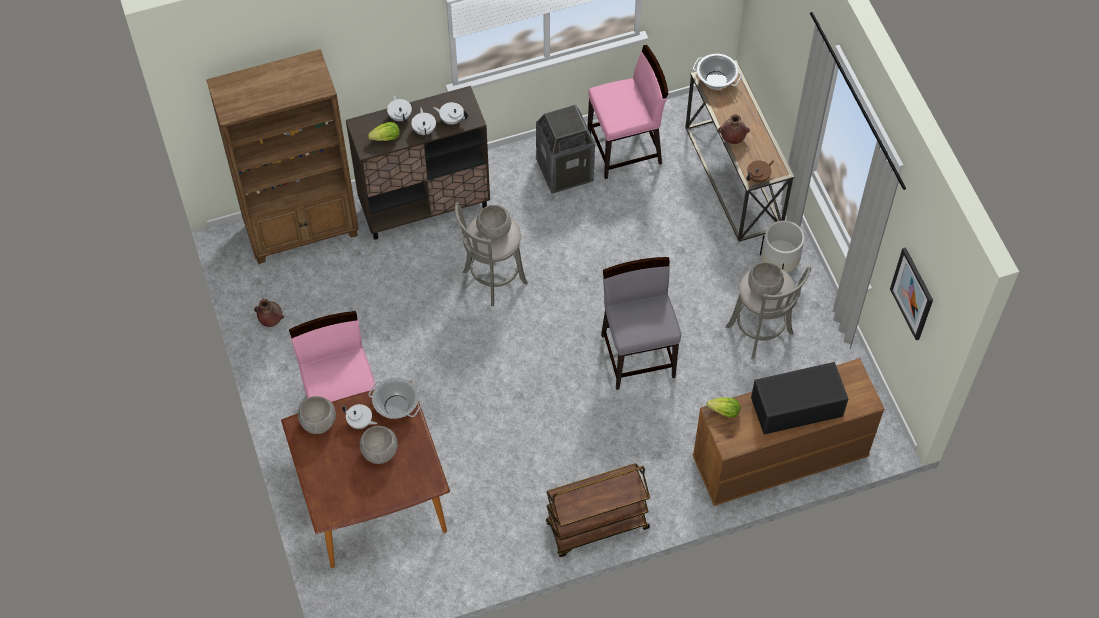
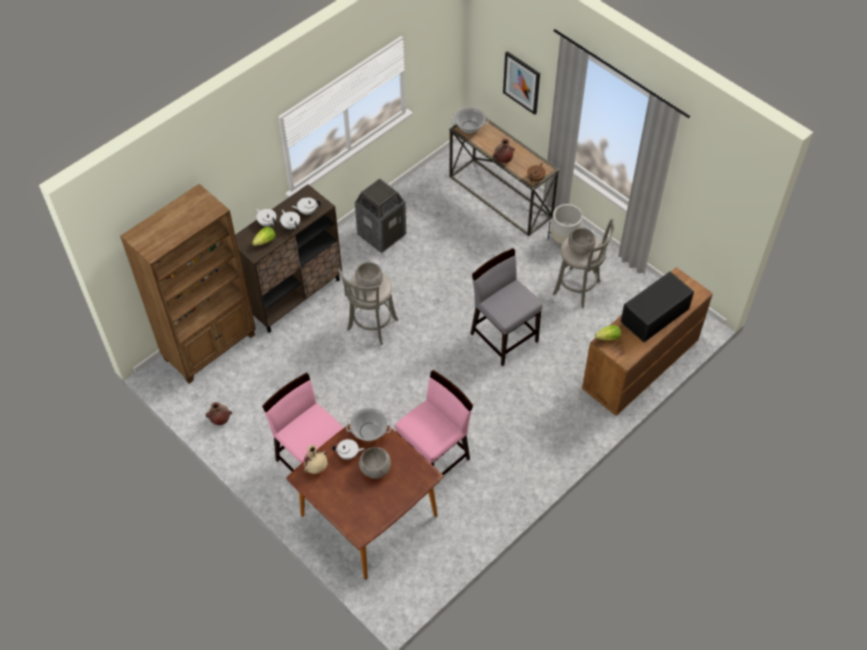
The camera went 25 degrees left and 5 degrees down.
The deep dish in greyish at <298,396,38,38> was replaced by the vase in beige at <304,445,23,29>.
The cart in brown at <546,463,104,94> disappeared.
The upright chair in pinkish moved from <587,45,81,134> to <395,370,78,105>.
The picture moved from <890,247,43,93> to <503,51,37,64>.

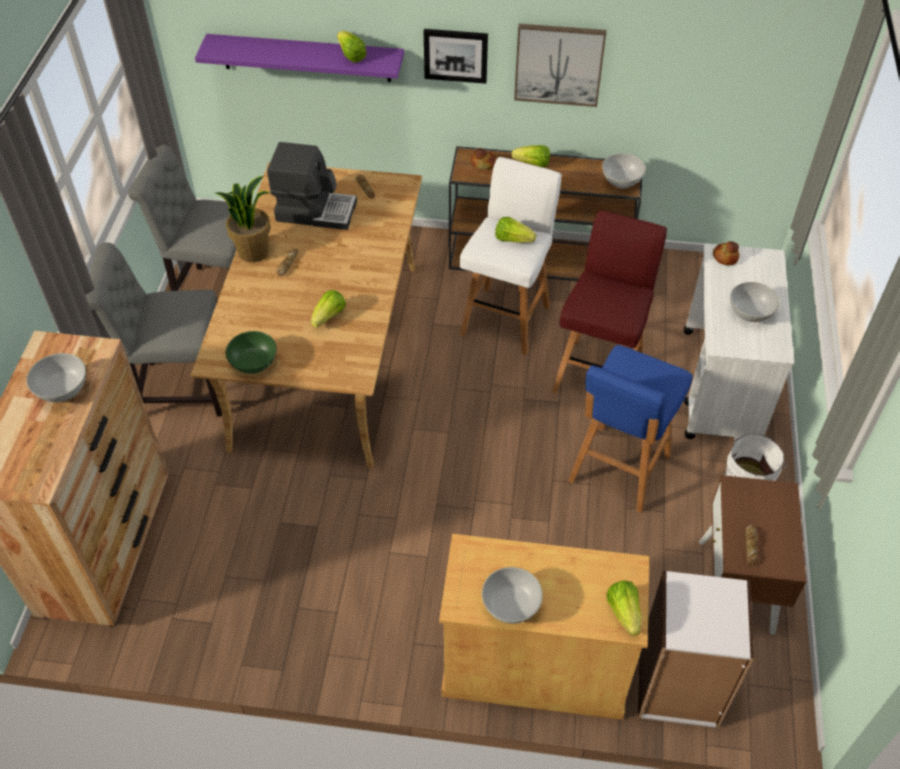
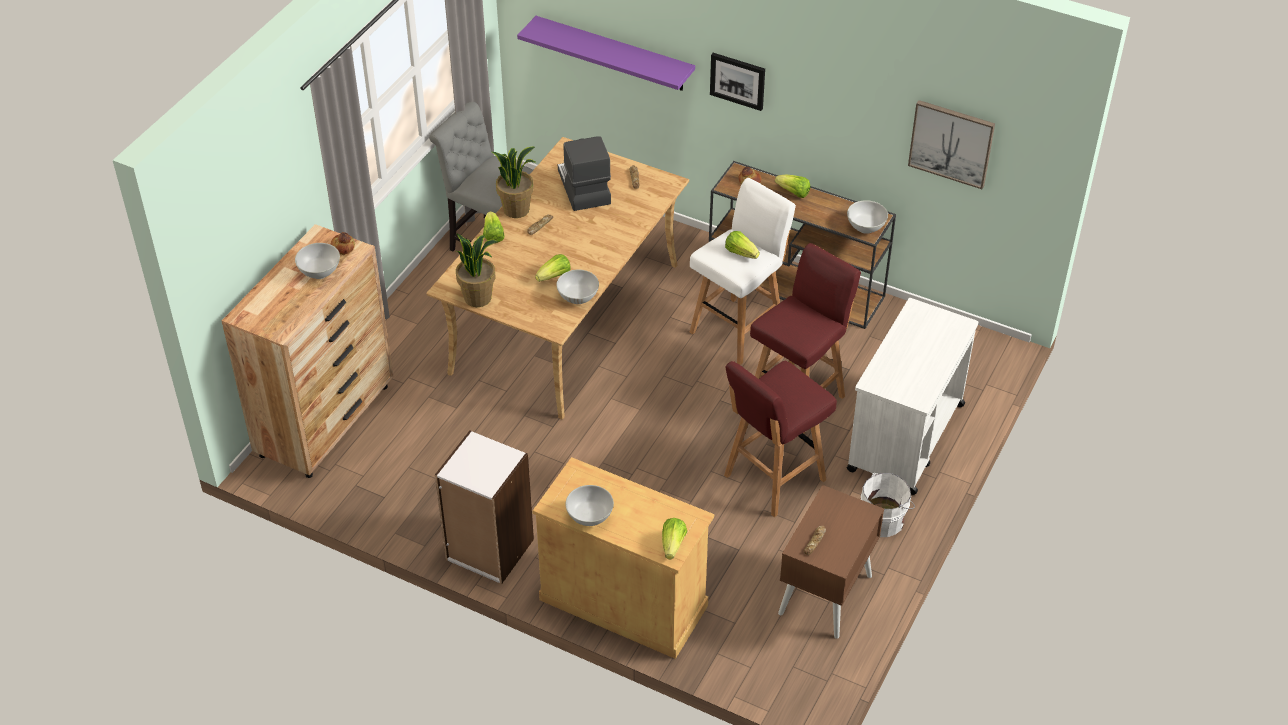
The camera went 20 degrees right and 5 degrees down.
The upright chair in greyish at <86,242,136,174> disappeared.
The deep dish in green-coloured at <226,331,51,43> was replaced by the plant in a pot at <455,233,43,74>.
The coffee machine at <267,142,90,88> turned 135 degrees counterclockwise.
The head of lettuce moved from <337,31,30,32> to <483,211,21,32>.
The picture moved from <514,24,92,83> to <908,100,87,89>.
The sitting stool in bluish at <568,345,124,168> became the sitting stool in red at <724,361,113,156>.
The bookshelf in whitish moved from <638,570,116,158> to <435,430,99,154>.
The bakery bread moved from <713,241,26,25> to <331,232,24,23>.
The deep dish in whitish moved from <730,282,50,40> to <556,270,43,34>.

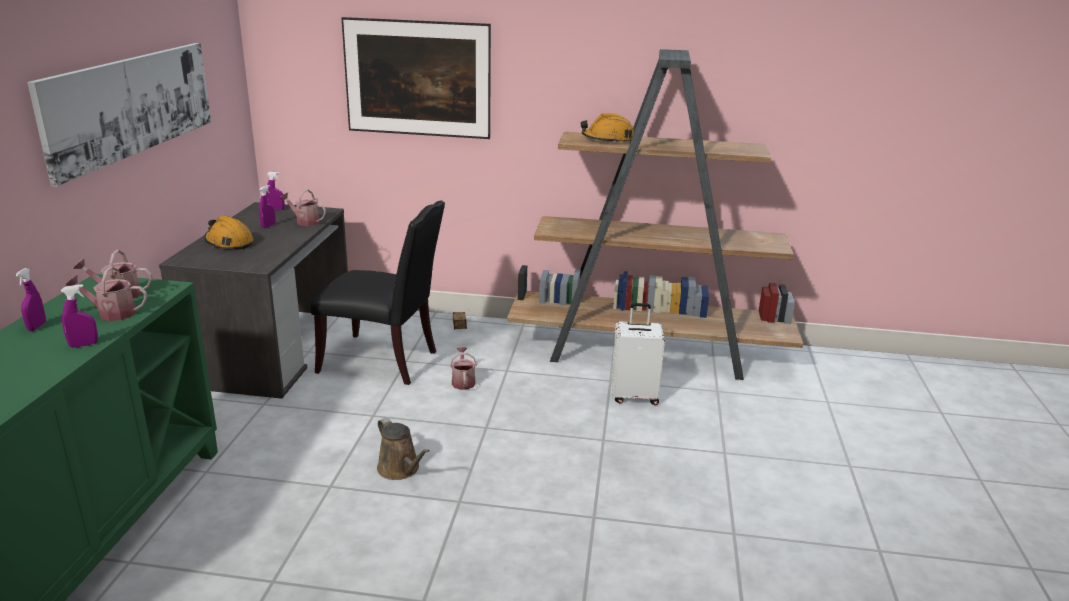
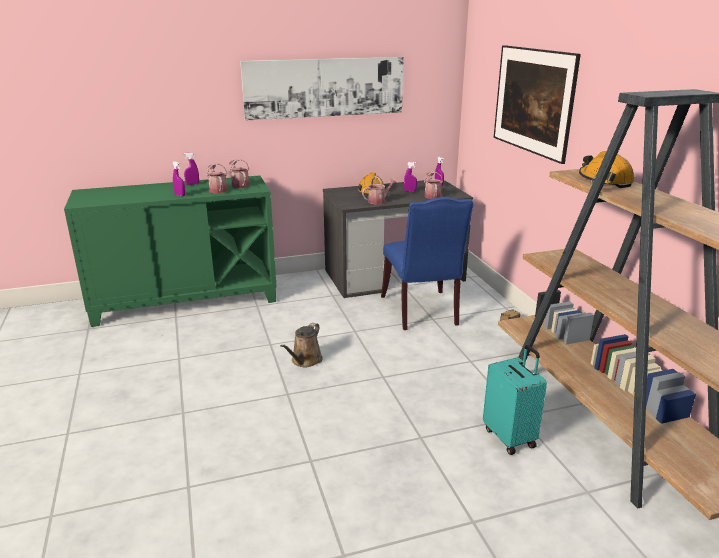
The camera went 65 degrees right and 0 degrees up.
The upright chair in blackish at <311,200,134,185> became the upright chair in bluish at <381,197,92,133>.
The sprinkling can moved from <450,347,27,43> to <362,176,35,28>.
The suitcase in whitish at <611,303,54,102> became the suitcase in turquoise at <483,345,64,110>.

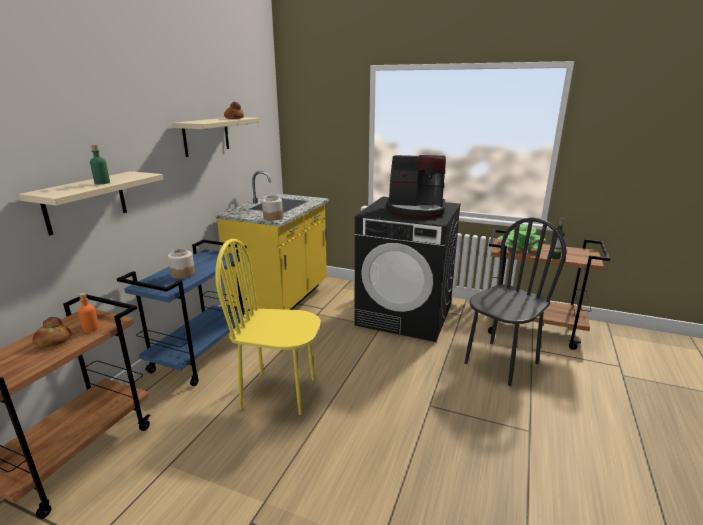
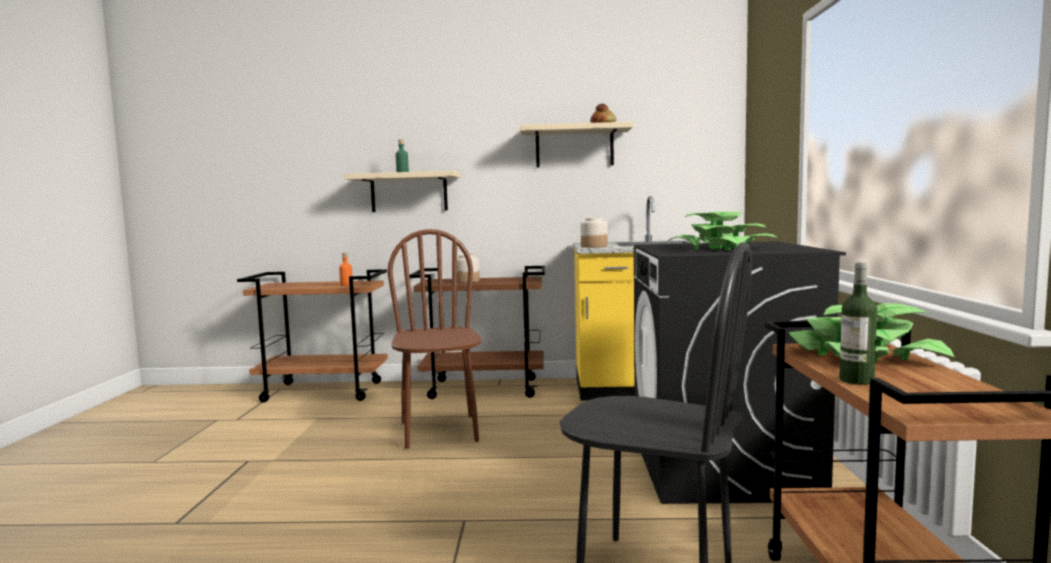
The camera went 70 degrees right and 15 degrees down.
The bakery bread at <32,317,40,30> disappeared.
The cart in bluish at <117,240,130,146> became the cart in brown at <410,266,135,133>.
The upright chair in yellow at <215,239,106,176> became the upright chair in brown at <387,229,95,220>.
The coffee machine at <386,155,60,63> was replaced by the plant in a pot at <667,212,111,38>.

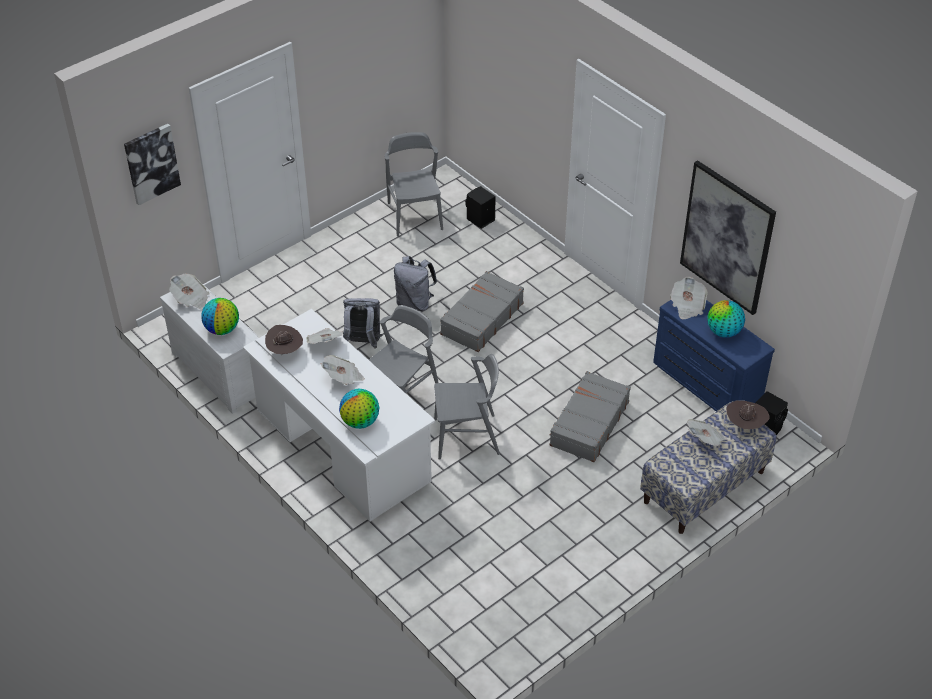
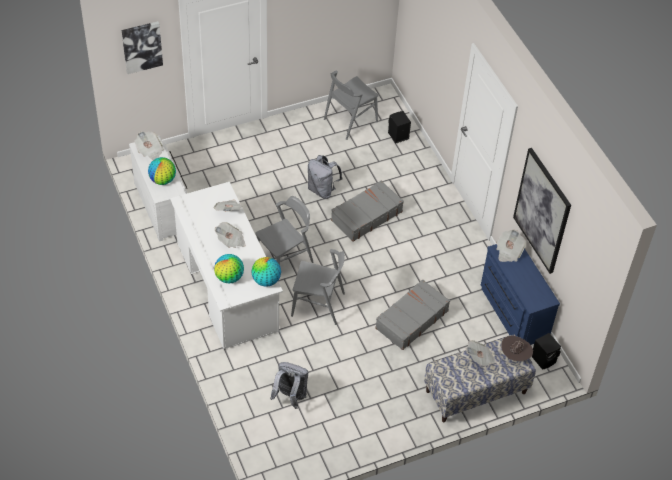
The camera went 15 degrees right and 5 degrees up.
The wearable hat in brown at <265,325,38,30> disappeared.
The knapsack in greyish moved from <343,298,39,51> to <270,362,38,47>.
The upright chair in greyish at <385,132,58,105> turned 135 degrees counterclockwise.
The world globe moved from <707,300,38,38> to <251,257,30,30>.

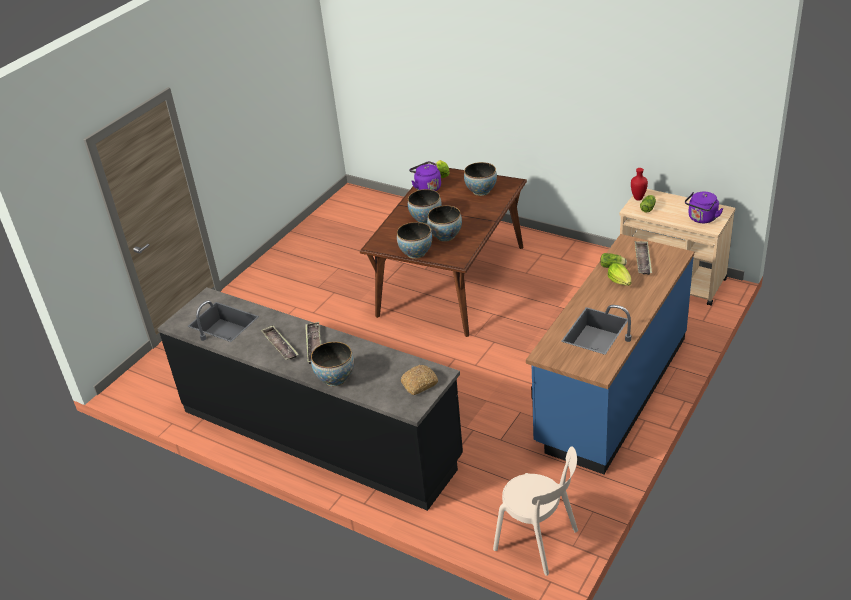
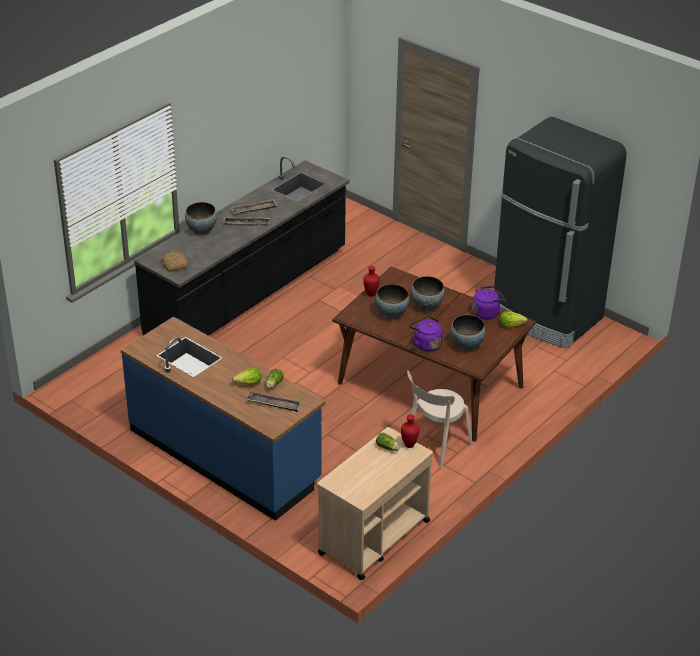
The camera went 95 degrees right and 0 degrees up.
The deep dish at <397,222,35,37> was replaced by the vase in red at <363,266,17,31>.
The upright chair in beige moved from <493,446,85,130> to <407,370,65,98>.
The tea kettle in purplish moved from <685,192,38,31> to <409,316,34,36>.
The refrigerator in blackish at <494,117,132,231> appeared.

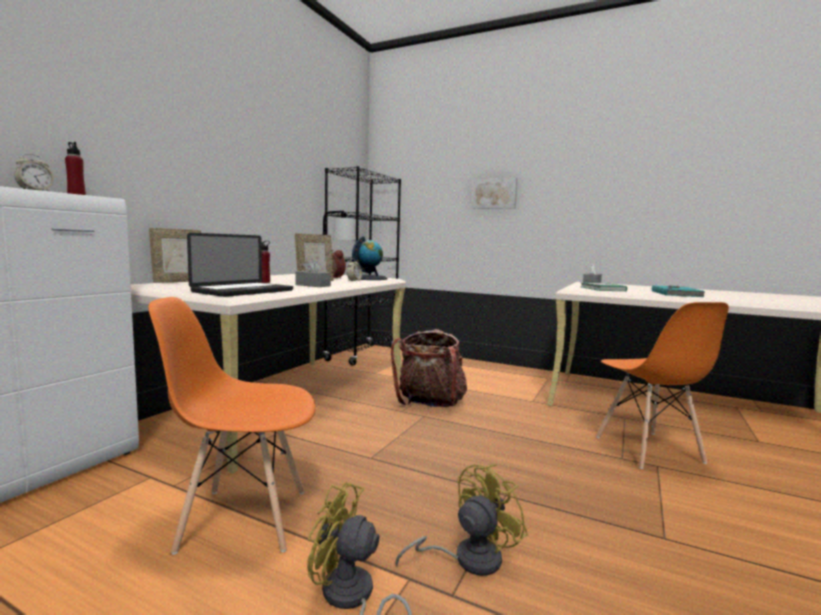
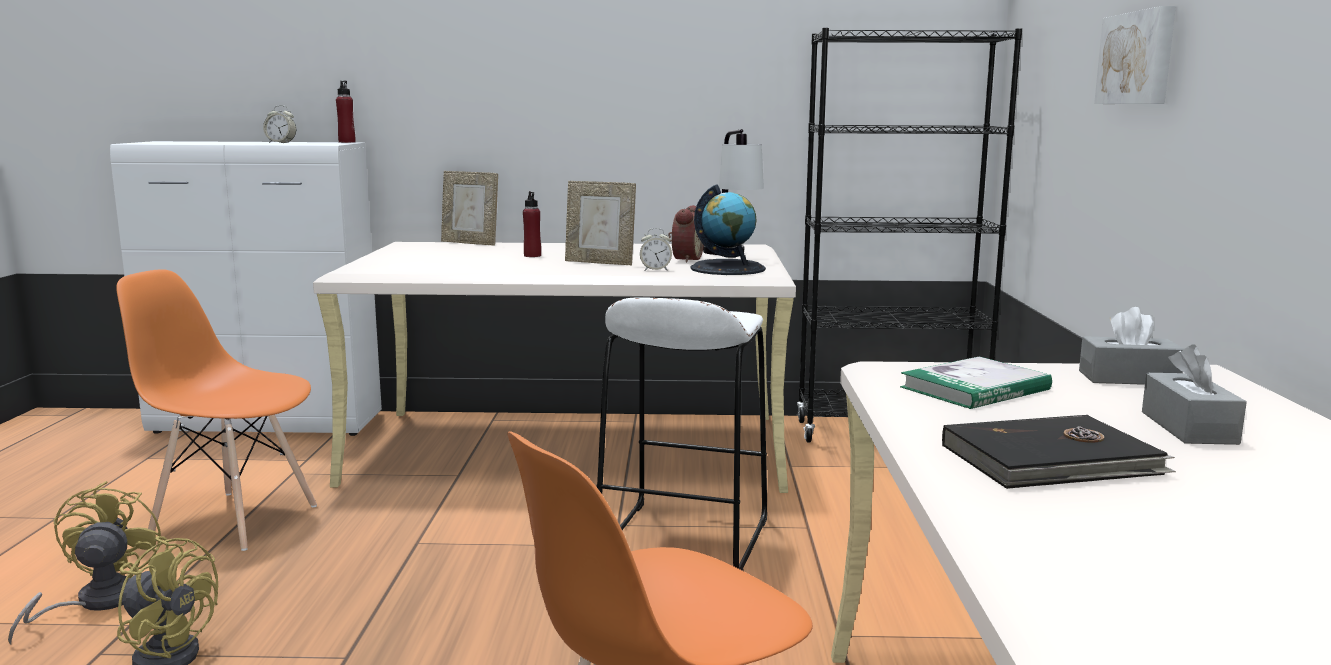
The camera went 65 degrees right and 5 degrees up.
The upright chair in orangey at <148,297,168,258> turned 45 degrees counterclockwise.
The laptop at <187,233,106,64> disappeared.
The box of tissues in greyish moved from <295,258,36,29> to <1142,344,105,101>.
The knapsack at <391,329,76,78> was replaced by the sitting stool in whitish at <596,297,171,274>.
The bound book in turquoise at <652,285,53,12> became the bound book in blackish at <942,415,234,74>.

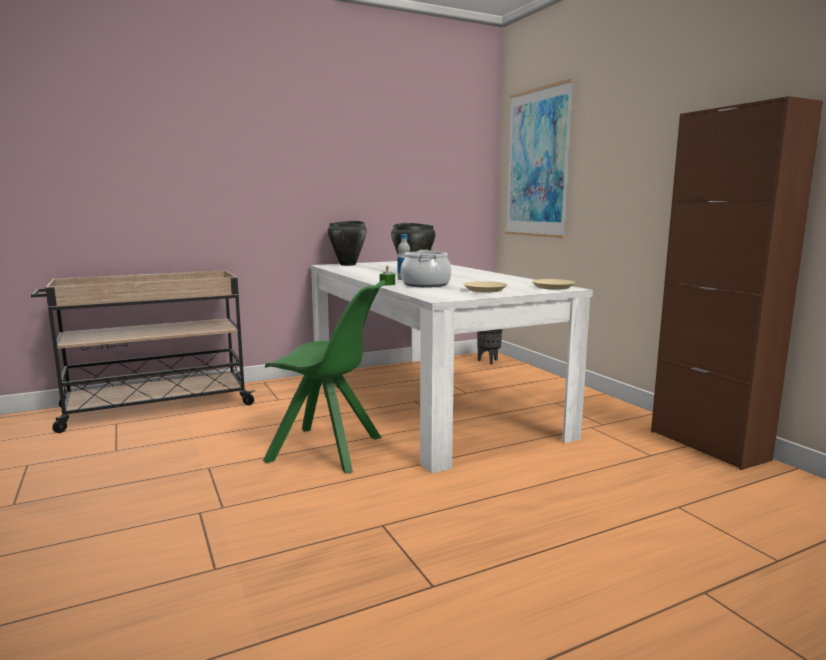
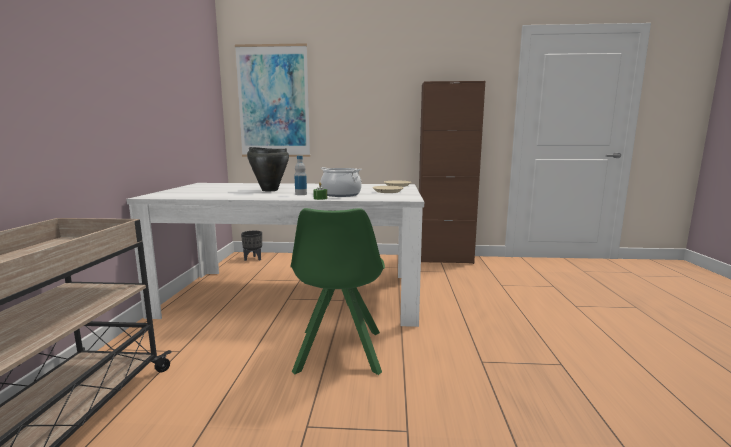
The camera went 60 degrees left and 0 degrees up.
The upright chair in green-coloured at <263,280,123,193> turned 135 degrees clockwise.
The cooking pot in blackish at <328,221,39,45> disappeared.

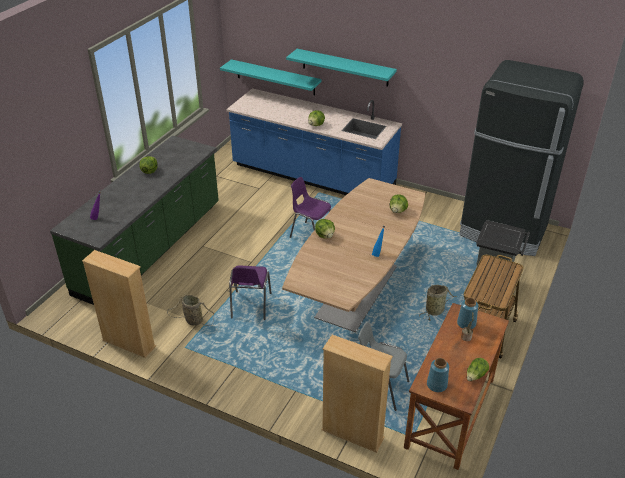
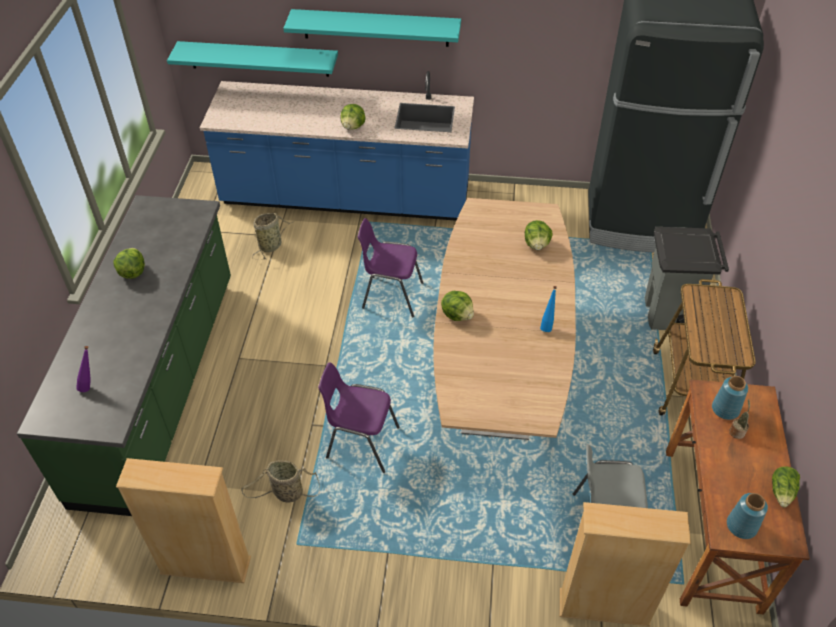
The camera went 20 degrees left and 10 degrees up.
The upright chair in purplish at <229,265,43,55> turned 120 degrees clockwise.
The storage basket moved from <419,285,38,35> to <252,213,42,46>.

